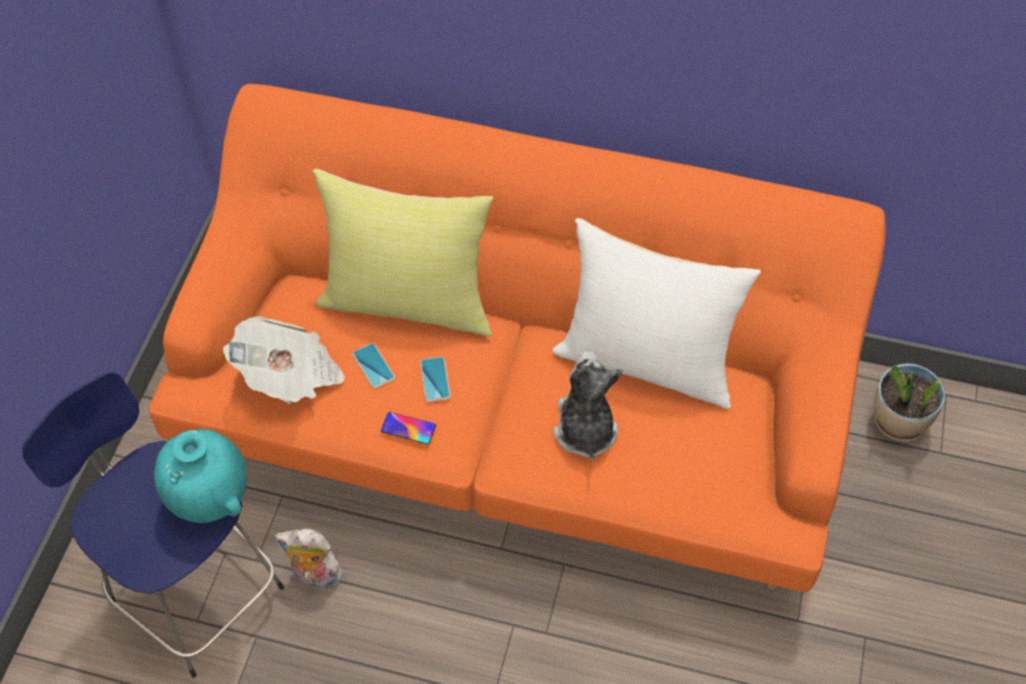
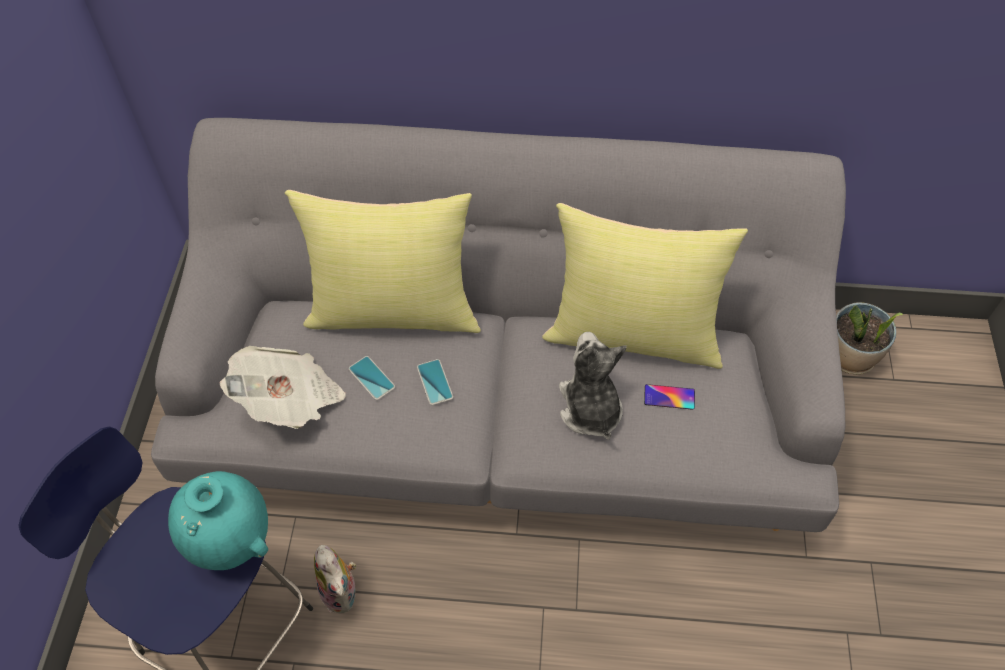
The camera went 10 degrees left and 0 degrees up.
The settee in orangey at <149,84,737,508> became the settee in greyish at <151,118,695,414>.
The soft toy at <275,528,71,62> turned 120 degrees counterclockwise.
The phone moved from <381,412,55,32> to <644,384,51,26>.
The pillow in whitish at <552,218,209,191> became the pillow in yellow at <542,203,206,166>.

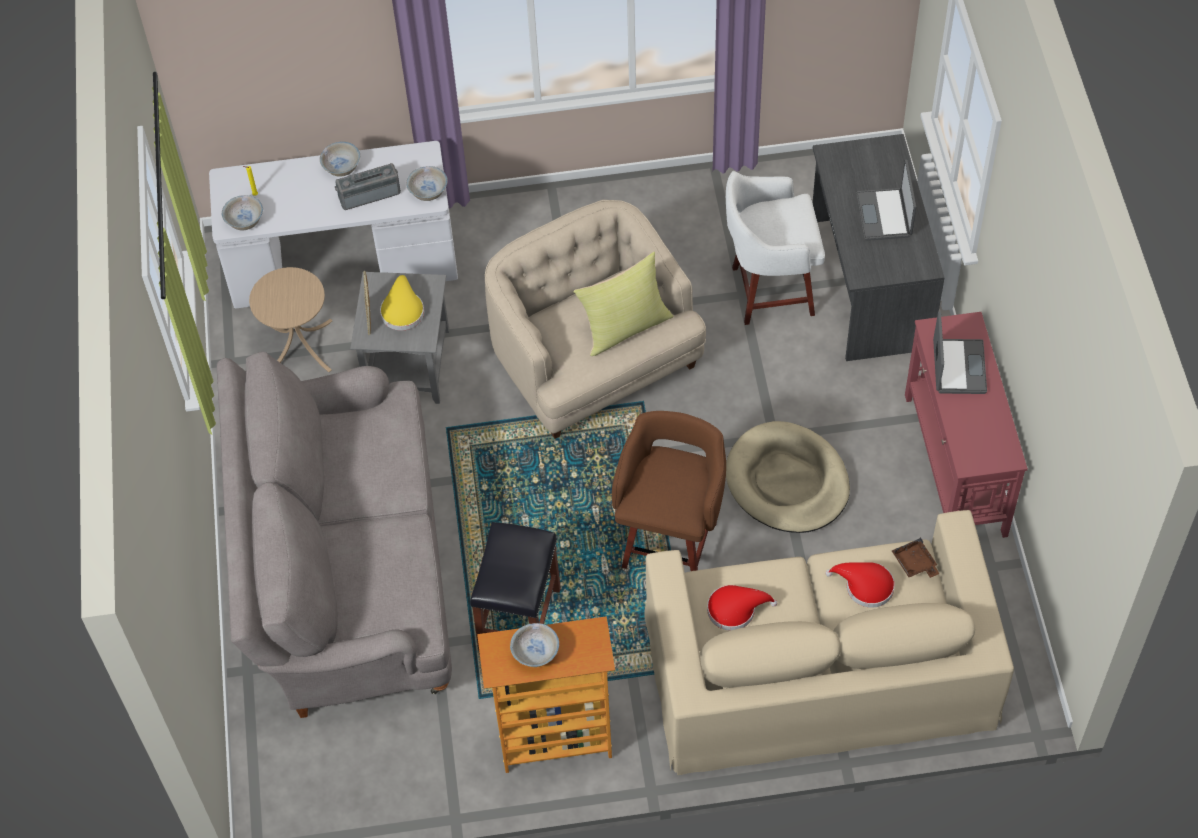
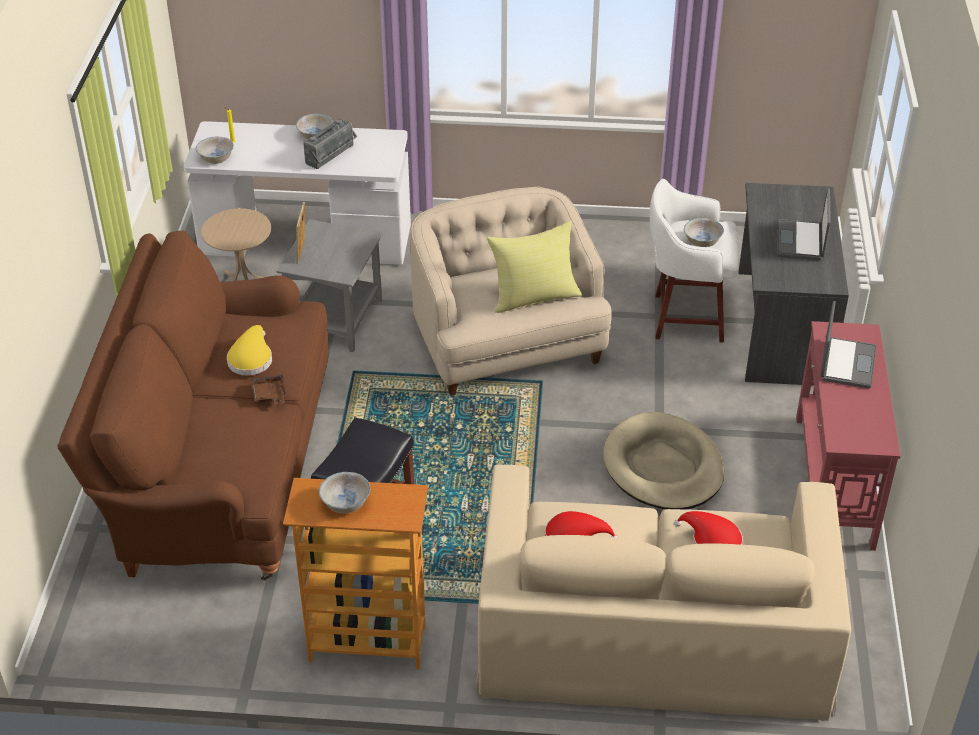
The camera went 10 degrees right and 15 degrees down.
The settee in greyish at <217,352,235,366> became the settee in brown at <57,231,271,349>.
The radio set at <335,163,66,47> turned 135 degrees clockwise.
The wearable hat in yellow moved from <380,275,44,56> to <227,325,45,51>.
The deep dish in whitish moved from <406,166,42,35> to <684,218,40,29>.
The sitting stool in brown at <612,411,114,160> disappeared.
The tray in brown moved from <892,537,48,41> to <251,373,36,32>.

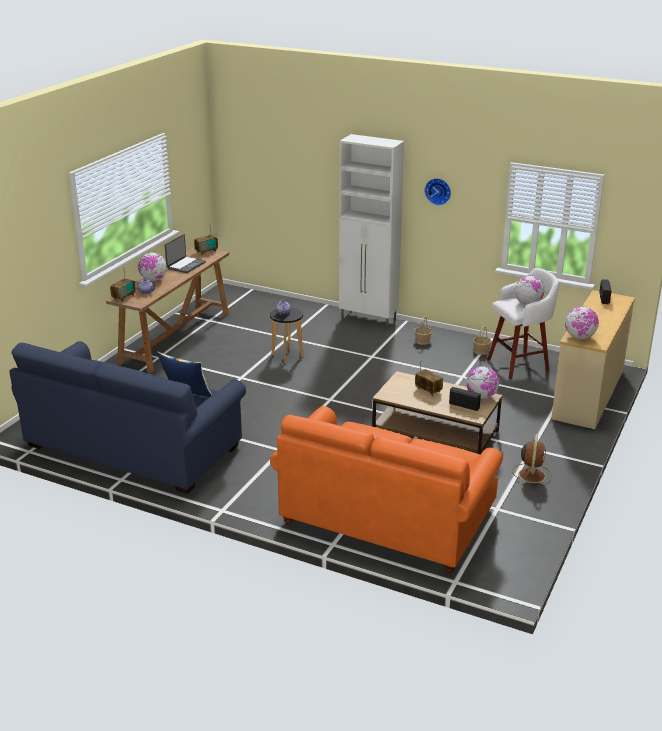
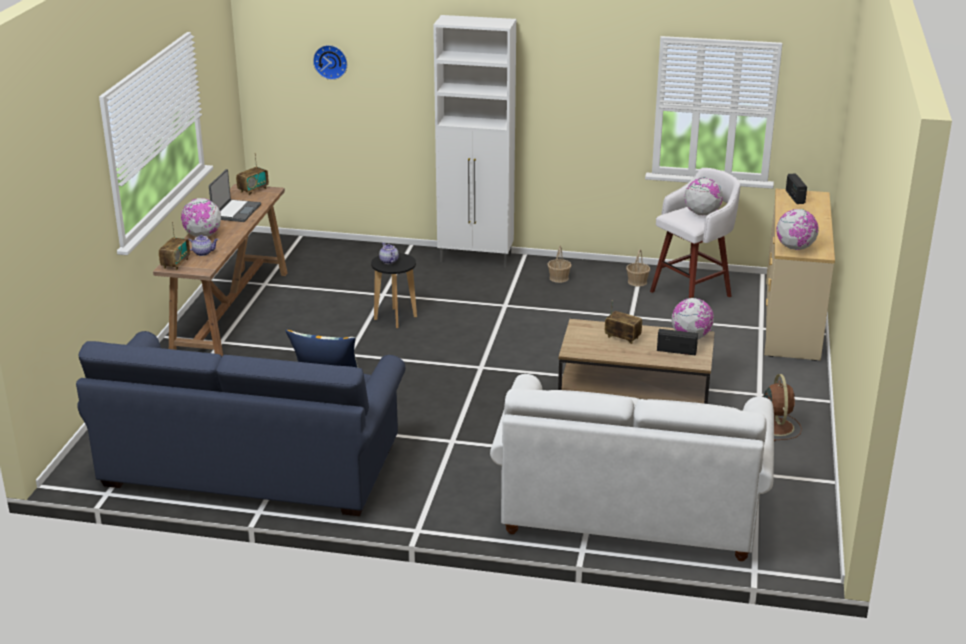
The camera went 15 degrees left and 0 degrees up.
The settee in orangey at <270,406,233,167> became the settee in whitish at <490,374,284,187>.
The hanging clock moved from <425,178,26,27> to <313,45,34,35>.

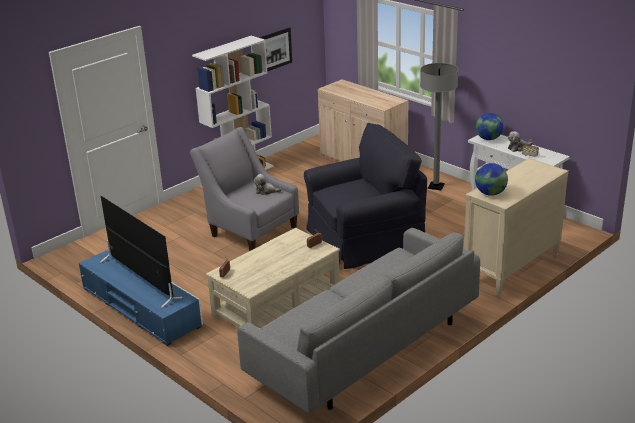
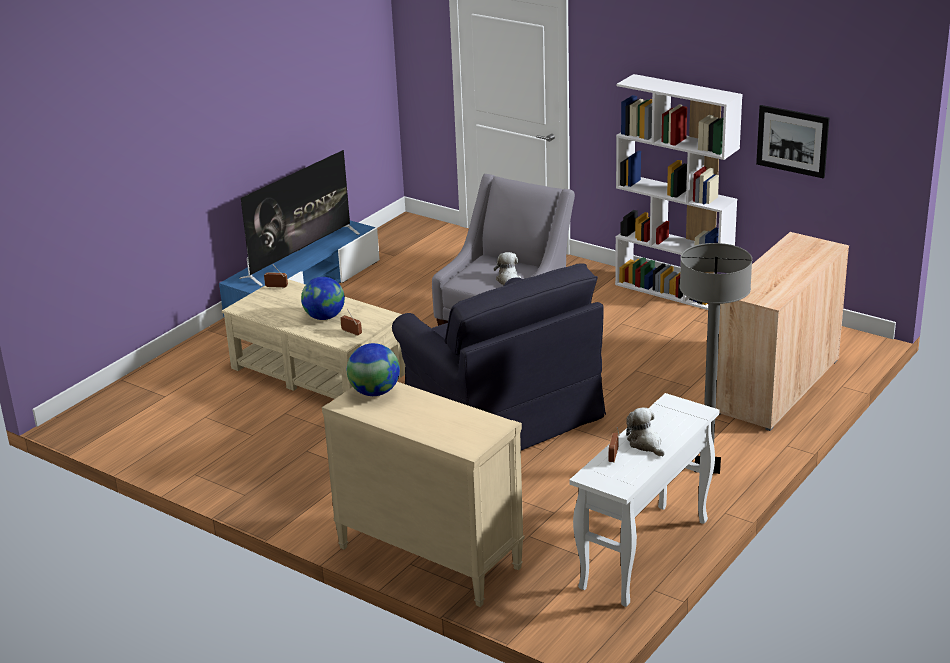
The camera went 80 degrees right and 0 degrees up.
The settee in greyish at <237,228,243,186> disappeared.
The world globe moved from <476,113,27,27> to <301,277,44,43>.

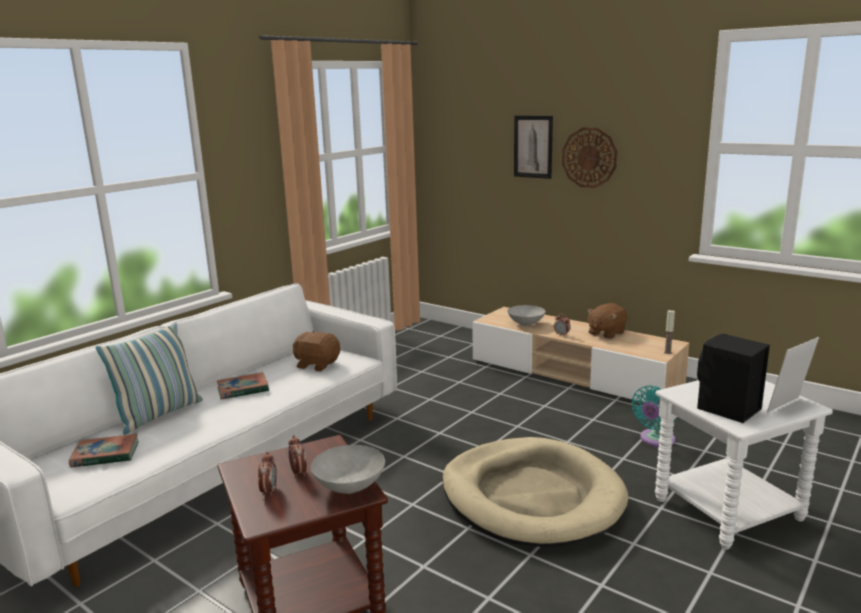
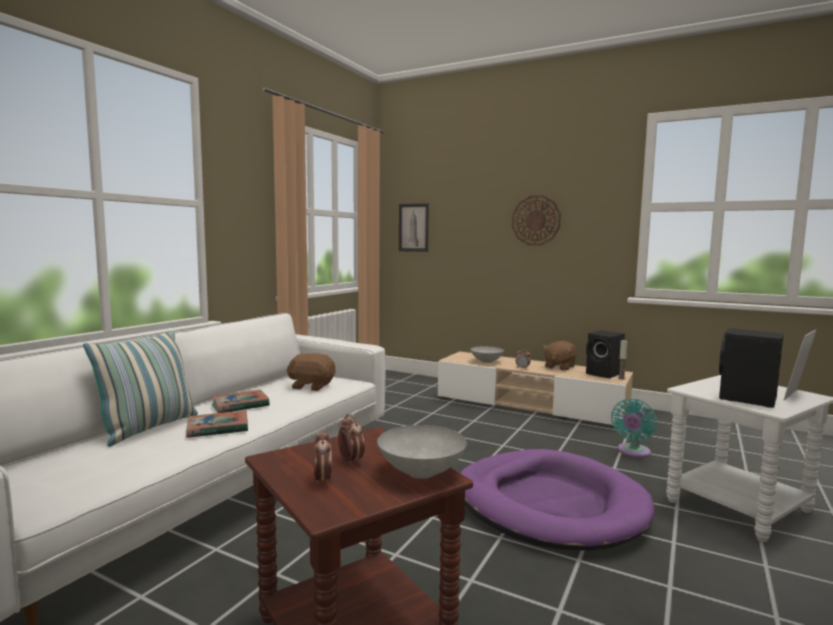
The camera went 10 degrees left and 10 degrees down.
The bound book moved from <69,434,70,34> to <186,410,62,28>.
The pet bed in beige at <442,437,187,110> became the pet bed in purplish at <460,449,194,102>.
The picture moved from <514,116,39,63> to <399,203,30,49>.
The loudspeaker in blackish at <586,330,39,48> appeared.

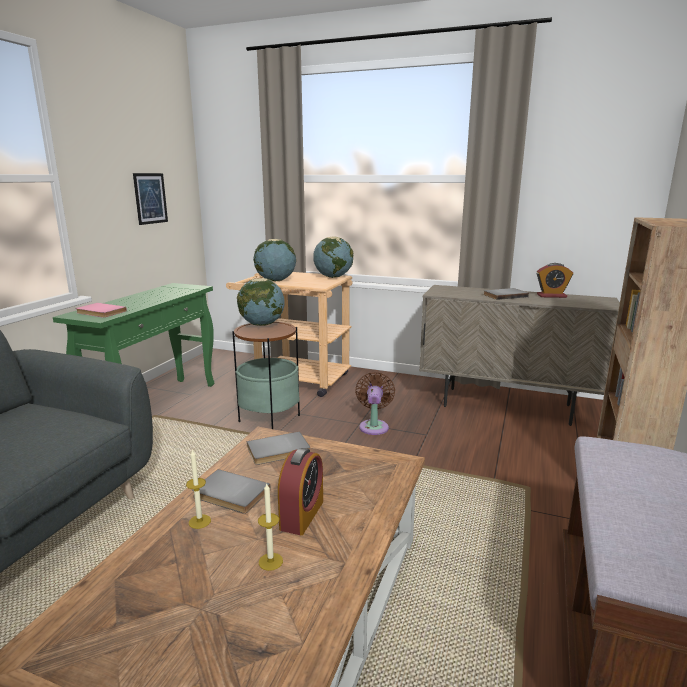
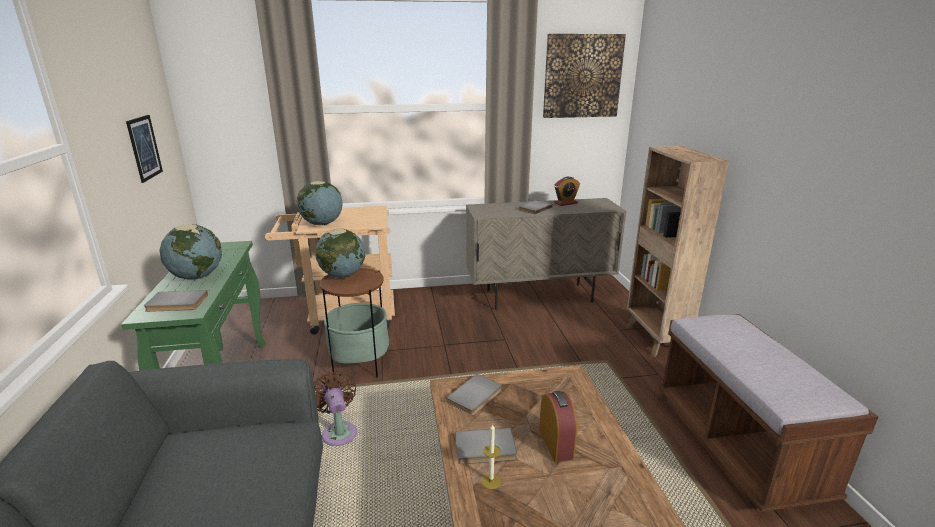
The camera went 30 degrees left and 5 degrees up.
The bound book in pinkish at <76,303,51,15> became the bound book in greyish at <144,290,64,22>.
The wax light at <258,482,25,89> disappeared.
The world globe moved from <313,236,41,42> to <159,224,63,56>.
The cooling fan in brown moved from <355,372,40,63> to <314,371,43,75>.
The picture at <543,34,83,84> appeared.

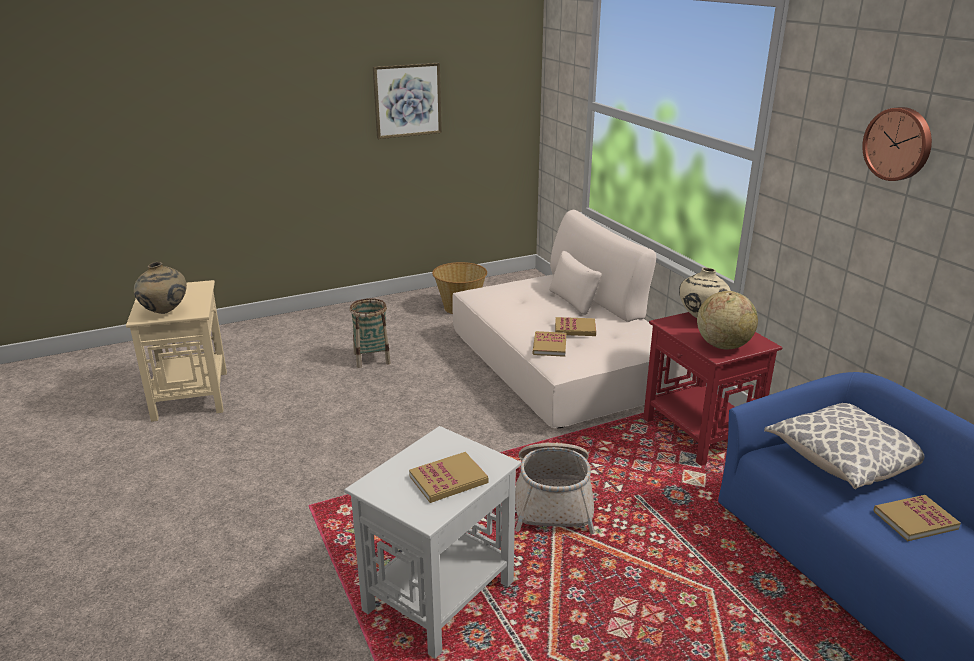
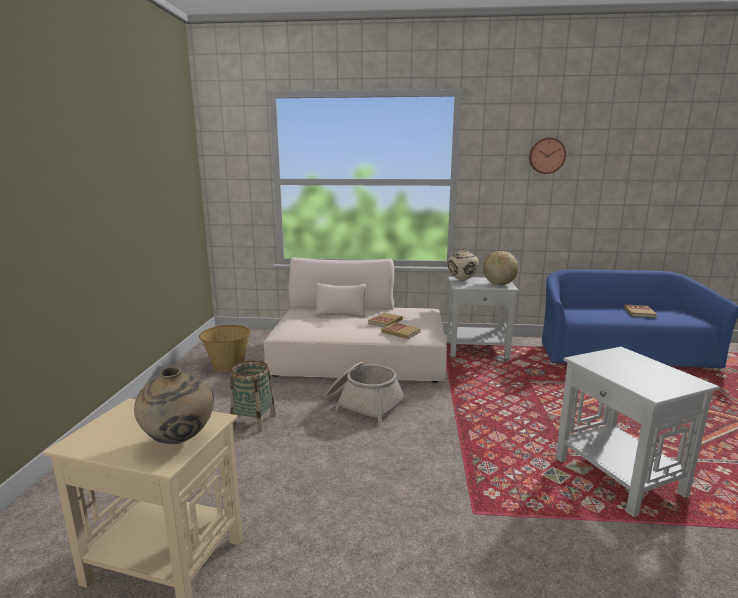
The camera went 60 degrees left and 10 degrees down.
The picture at <373,63,69,76> disappeared.
The bound book at <409,452,80,51> disappeared.
The storage basket moved from <515,443,80,91> to <325,362,82,63>.
The end table in red at <643,312,139,154> became the end table in whitish at <447,277,72,81>.
The pillow at <764,403,160,86> disappeared.

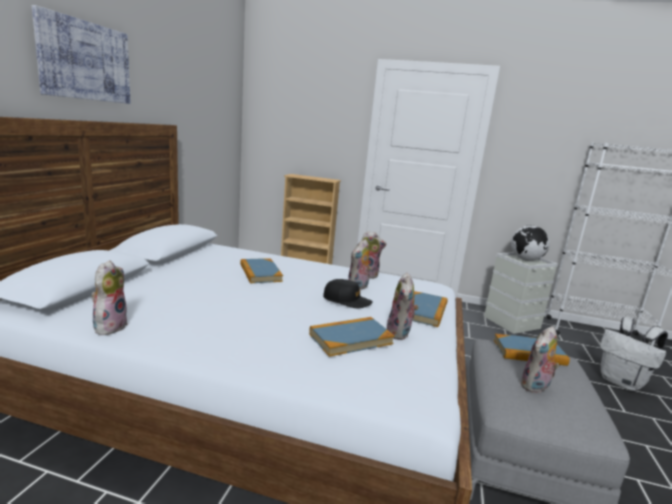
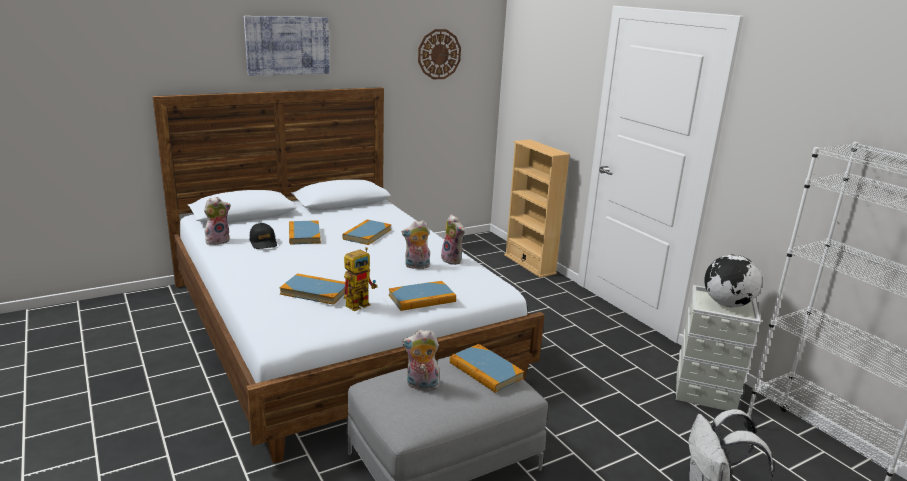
The camera went 45 degrees right and 5 degrees up.
The peaked cap in blackish moved from <323,279,50,29> to <249,223,28,26>.
The soft toy at <387,272,32,68> was replaced by the toy robot at <344,247,33,64>.
The bound book at <289,221,32,24> appeared.
The hanging clock at <418,29,43,50> appeared.

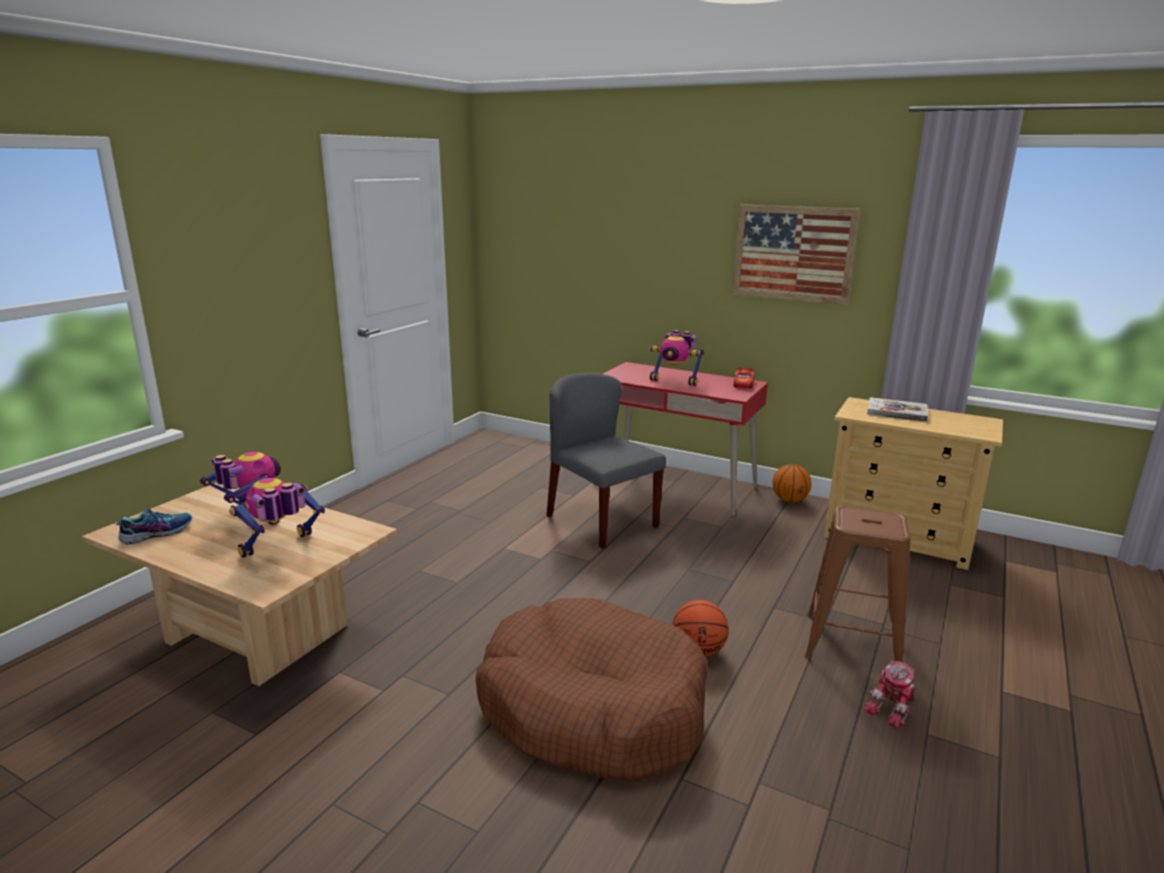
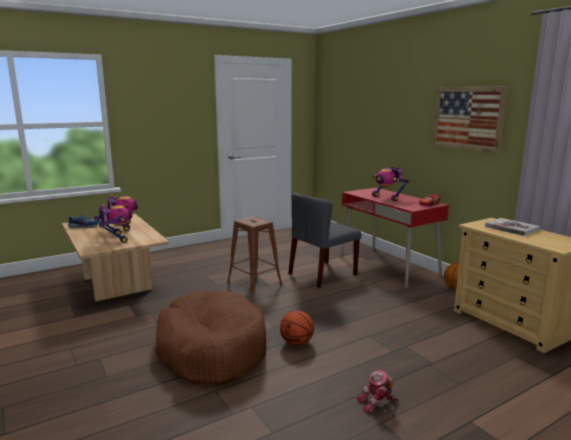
The camera went 30 degrees right and 5 degrees down.
The toy robot at <229,478,96,80> turned 75 degrees clockwise.
The upright chair in greyish at <546,373,120,176> turned 120 degrees counterclockwise.
The sitting stool in brown moved from <805,506,106,156> to <227,216,55,79>.

